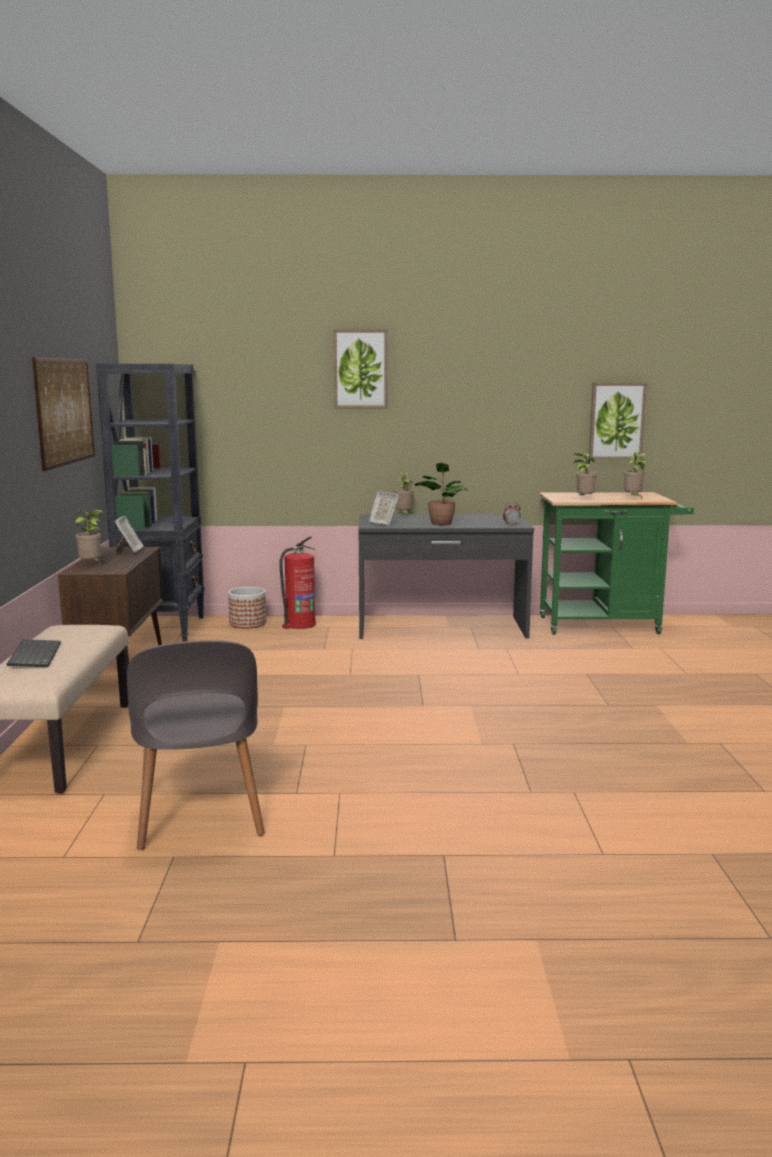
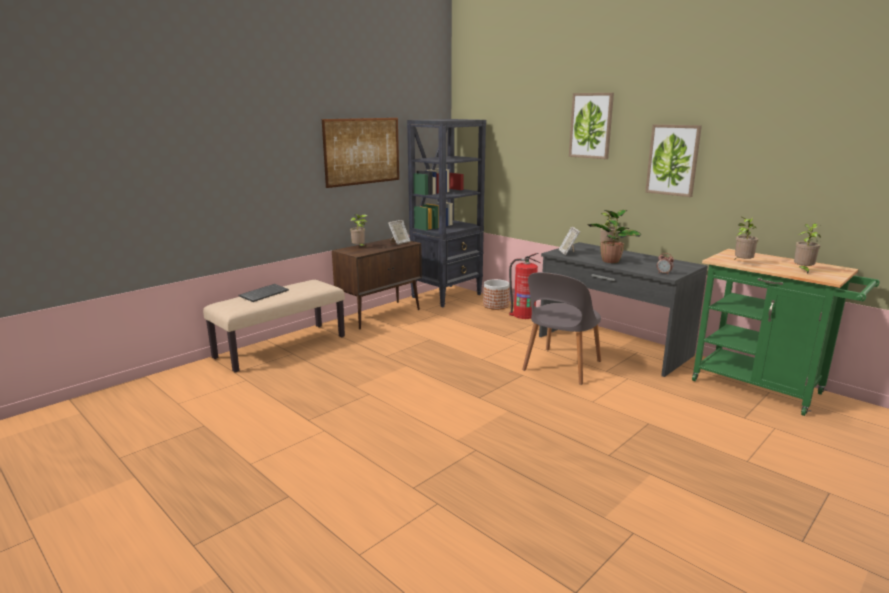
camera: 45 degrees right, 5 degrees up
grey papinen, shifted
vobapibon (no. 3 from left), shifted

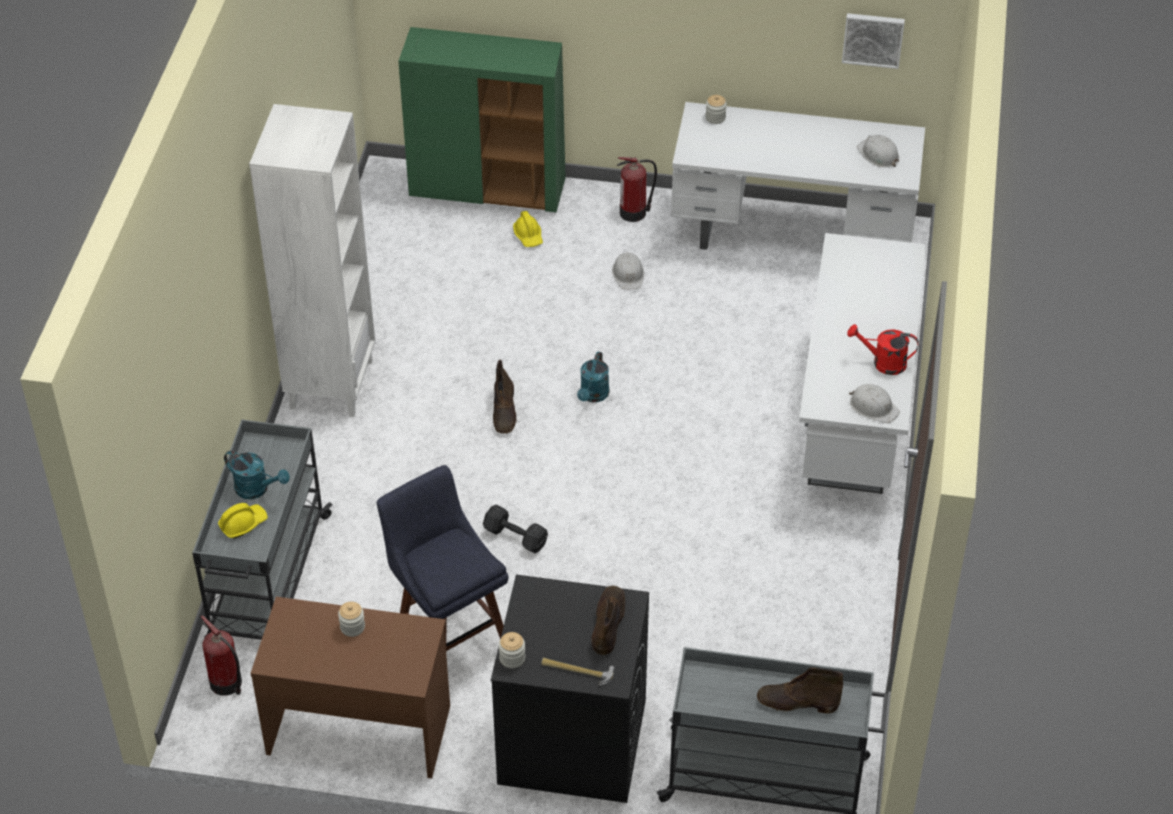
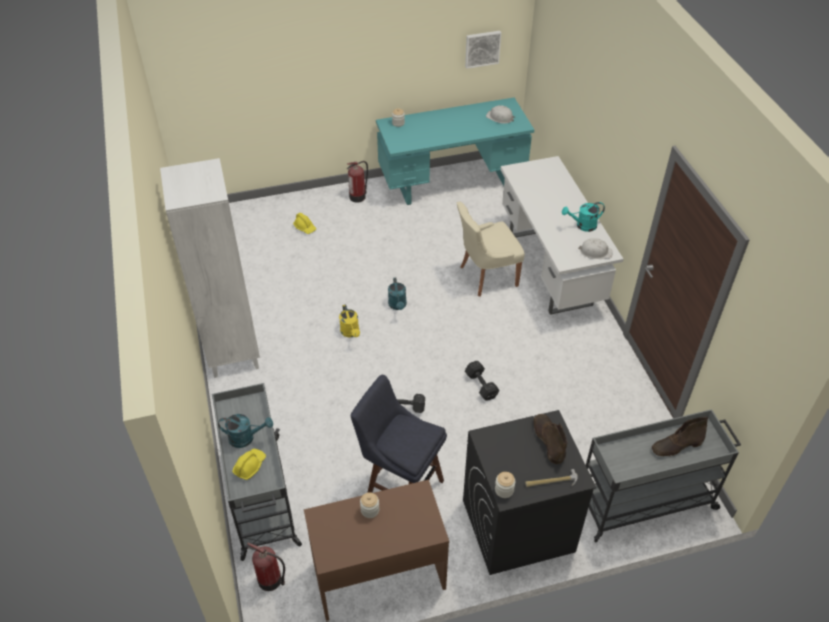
camera: 25 degrees left, 0 degrees up
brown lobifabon (no. 1 from left) → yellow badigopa
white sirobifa (no. 1 from left) → turquoise sirobifa
- → beige papinen
- → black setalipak (no. 2 from left)
red badigopa → turquoise badigopa (no. 3 from left)
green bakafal → -
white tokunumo (no. 1 from left) → -

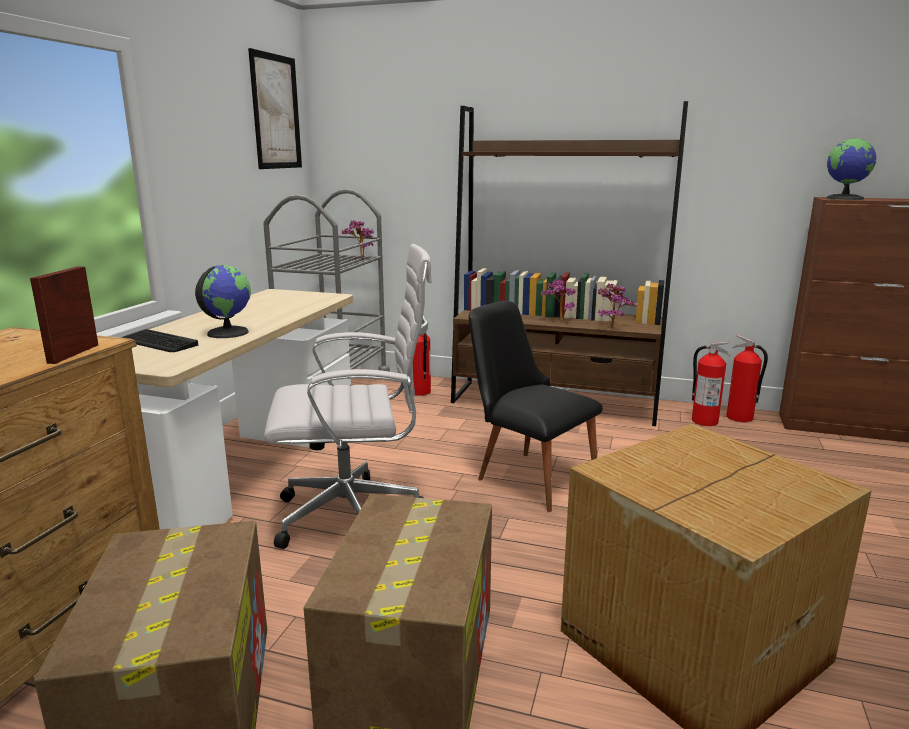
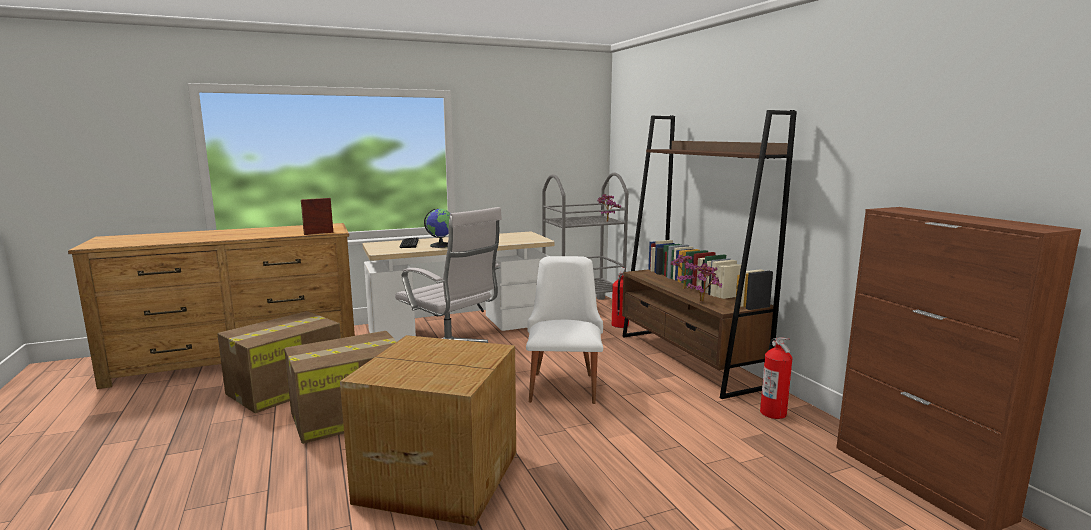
camera: 50 degrees right, 5 degrees down
black papinen → white papinen
vobapibon → -
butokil (no. 3 from left) → -
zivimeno (no. 2 from left) → -

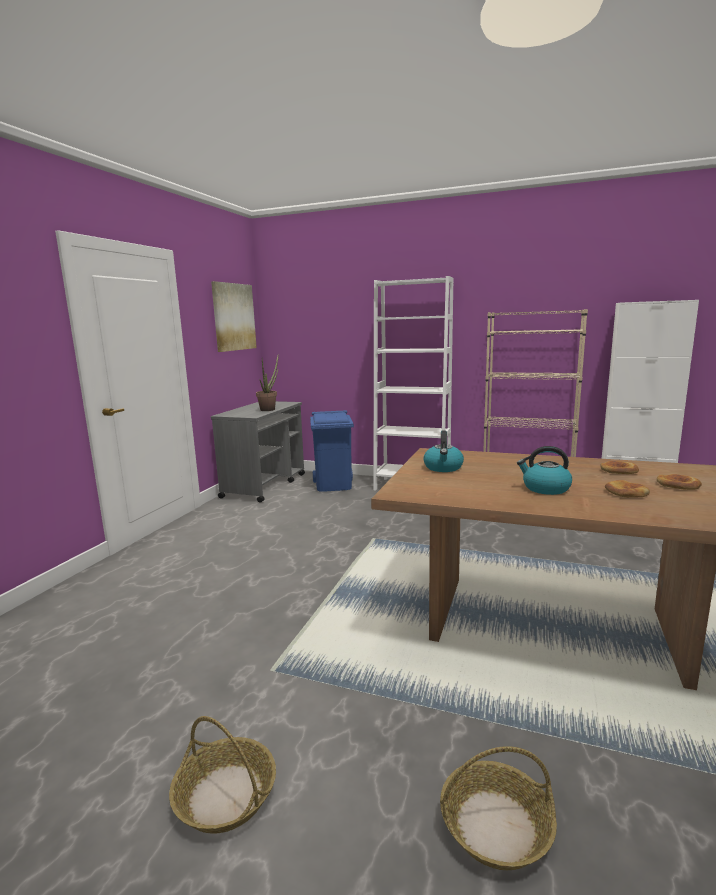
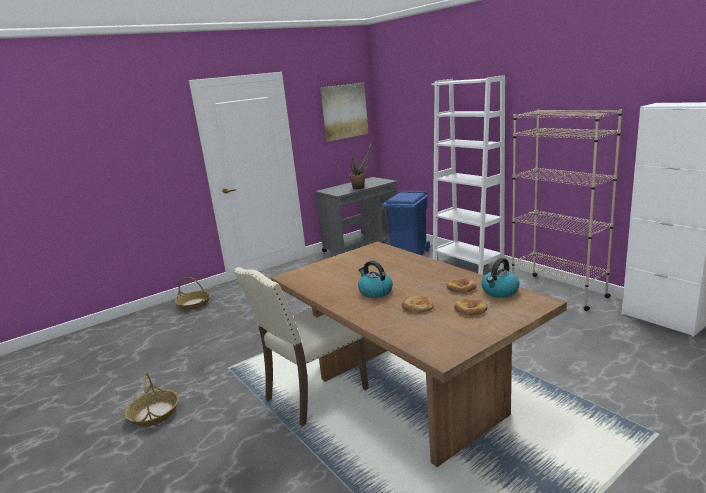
camera: 35 degrees right, 5 degrees up
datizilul (no. 2 from left), shifted
- → beige papinen
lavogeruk (no. 1 from left in the first image) → lavogeruk (no. 2 from left), shifted

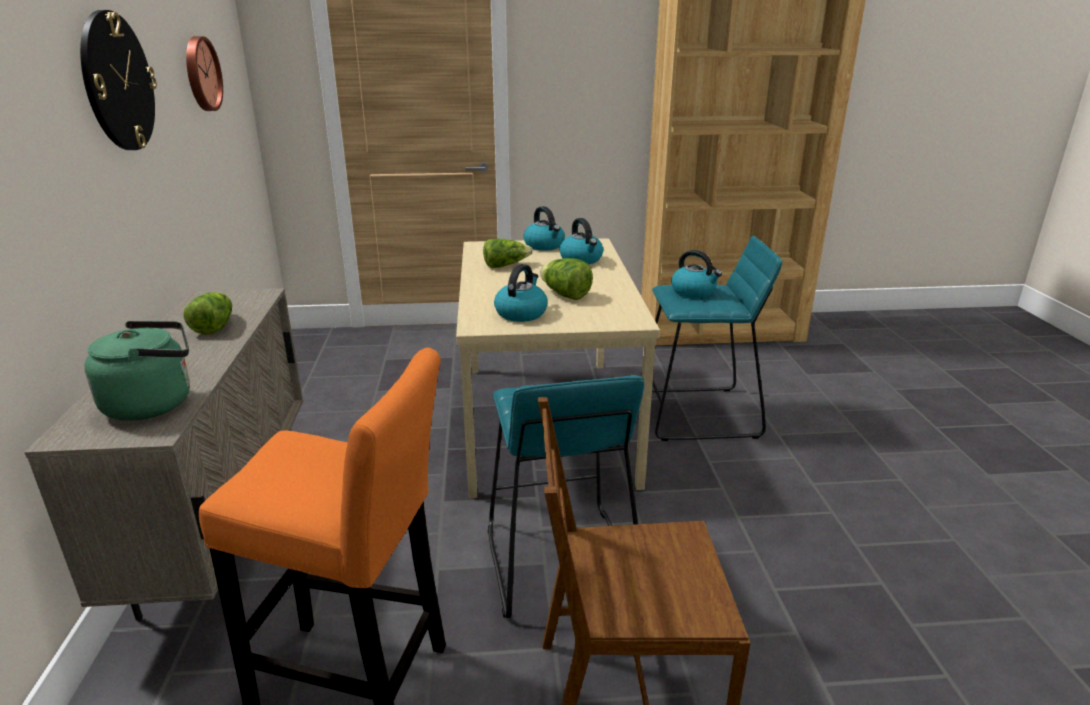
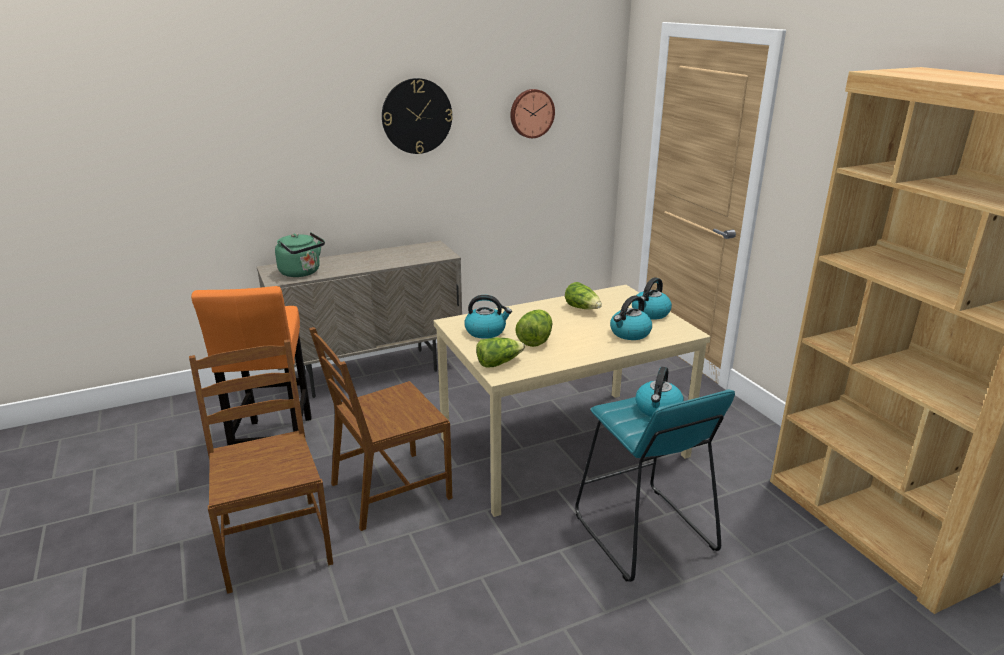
camera: 70 degrees right, 0 degrees up
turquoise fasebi (no. 1 from left) → brown papinen (no. 2 from left)
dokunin (no. 1 from left), shifted

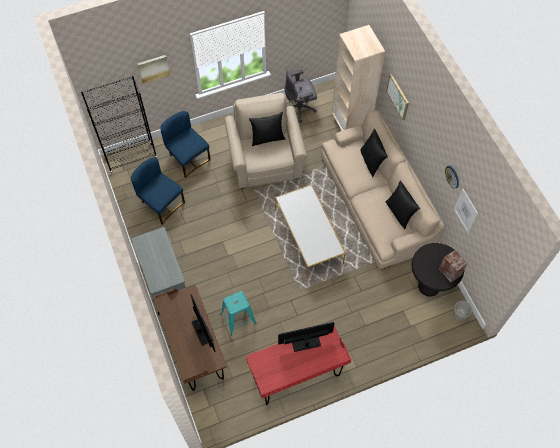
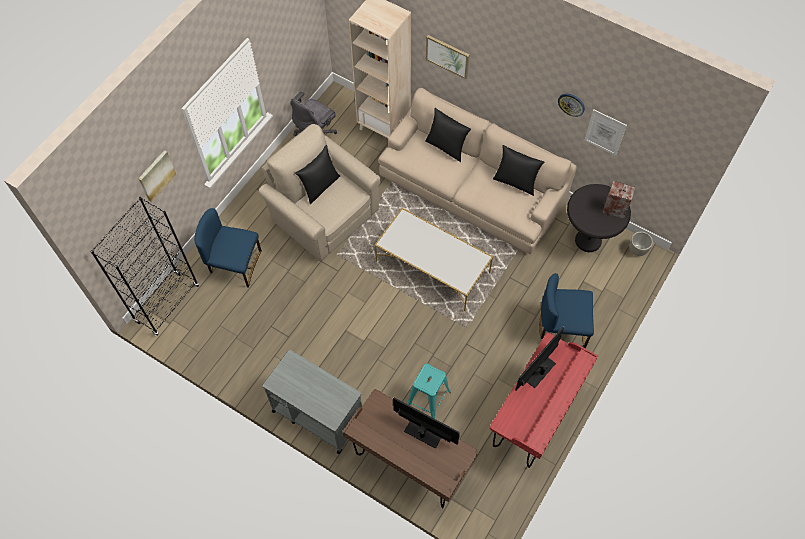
camera: 35 degrees left, 0 degrees up
blue papinen (no. 1 from left in the first image) → blue papinen (no. 2 from left), shifted

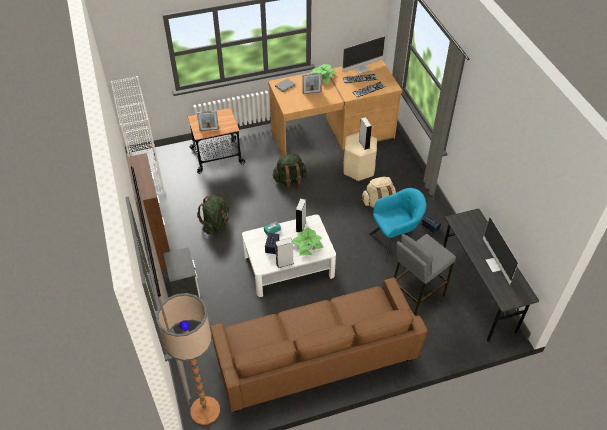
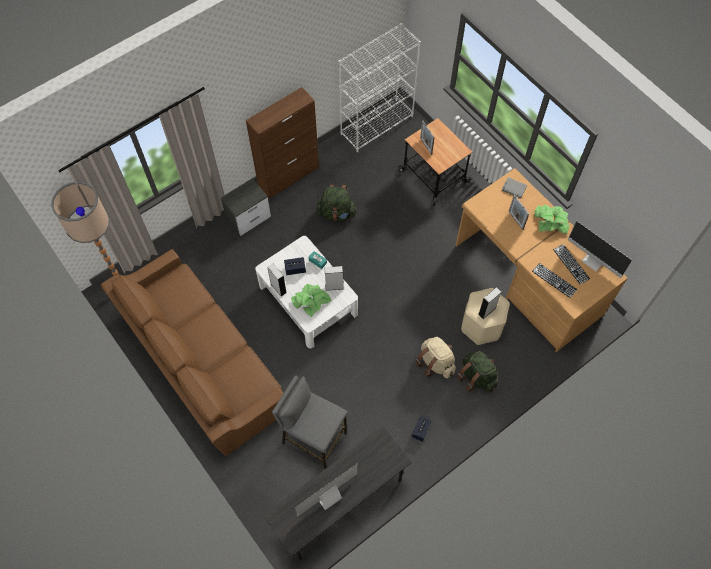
camera: 70 degrees right, 15 degrees up
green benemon (no. 2 from left), shifted
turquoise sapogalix → -

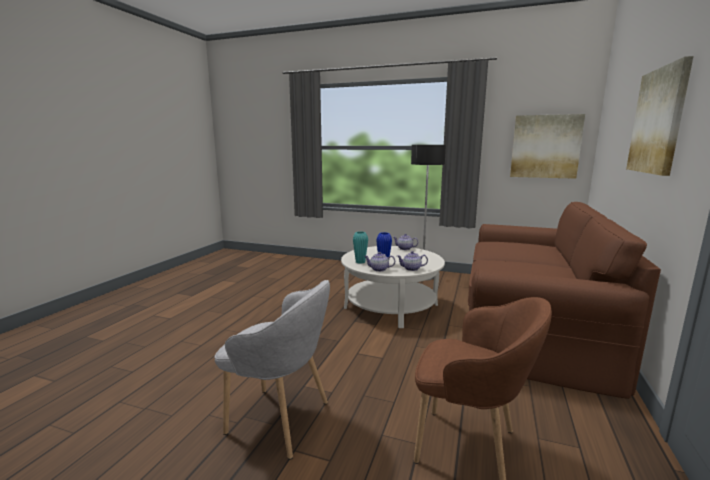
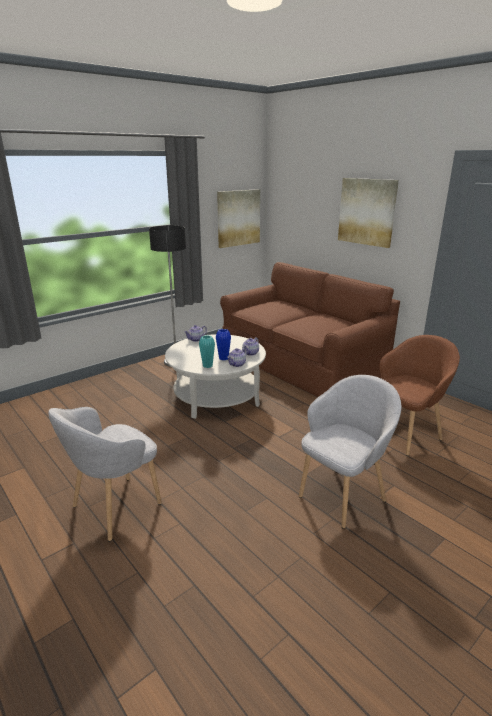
camera: 60 degrees left, 10 degrees up
- → grey sapogalix (no. 1 from left)

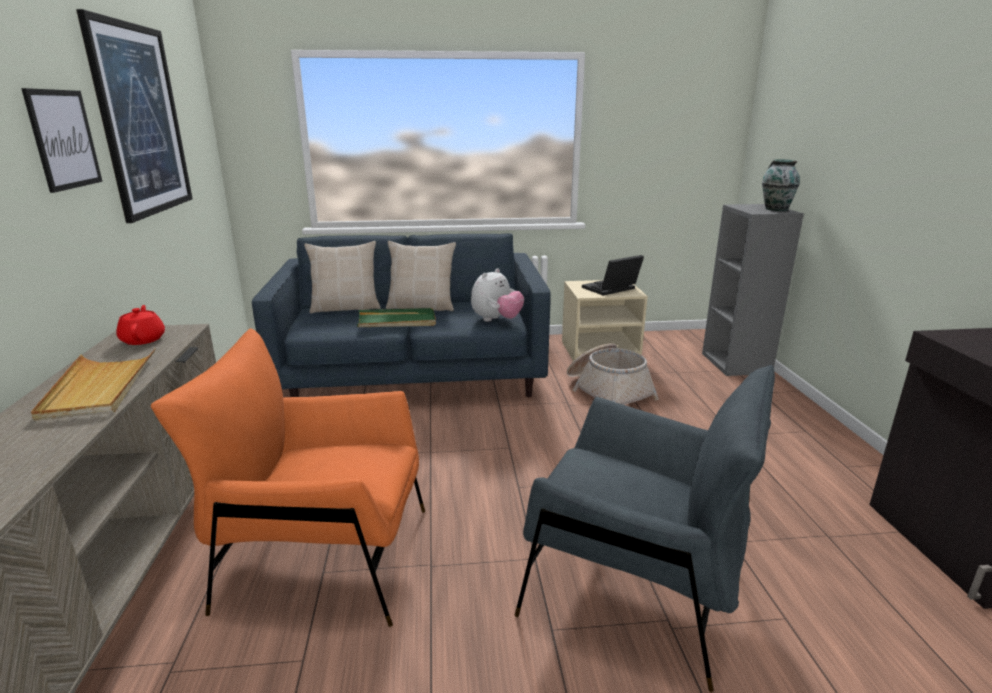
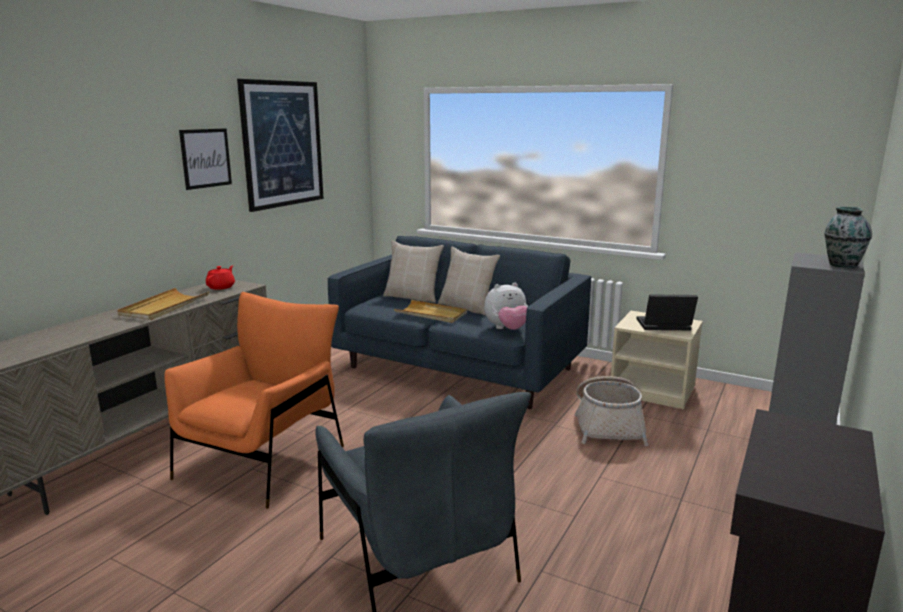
camera: 35 degrees right, 5 degrees down
orange sapogalix, 75 degrees clockwise
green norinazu → beige norinazu (no. 2 from left)

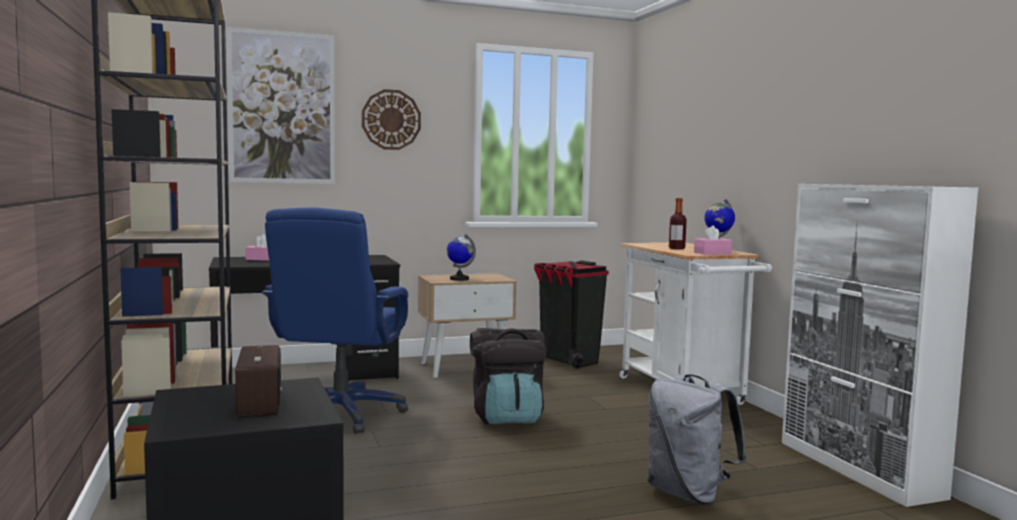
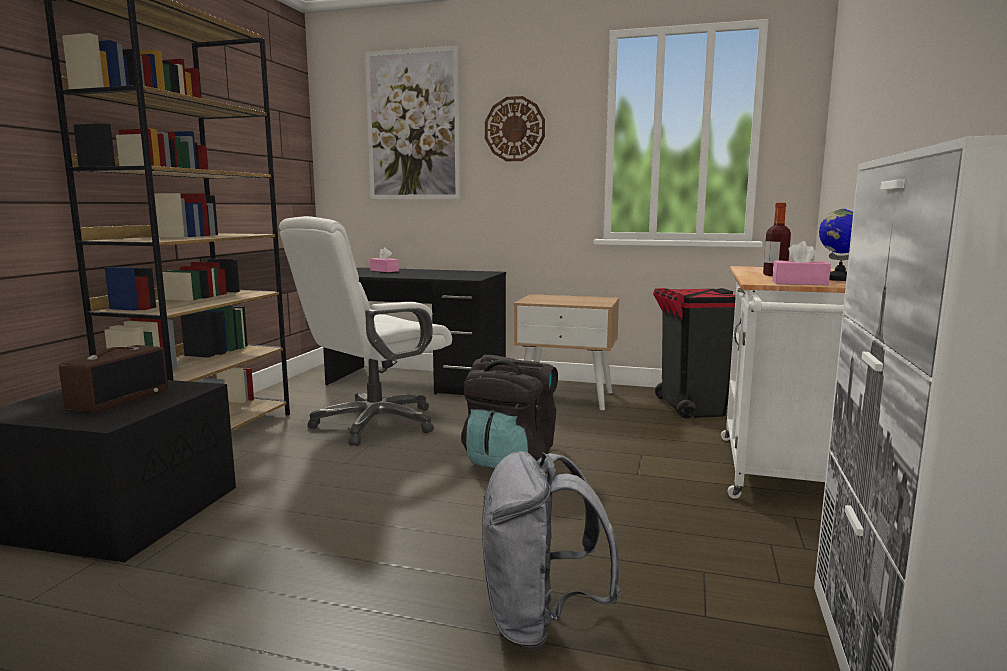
camera: 35 degrees right, 5 degrees up
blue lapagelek → white lapagelek
zivimeno (no. 1 from left) → -

